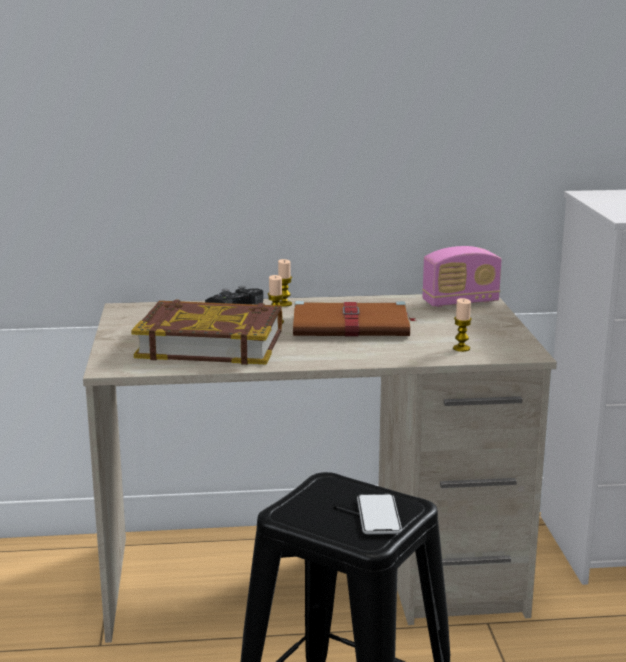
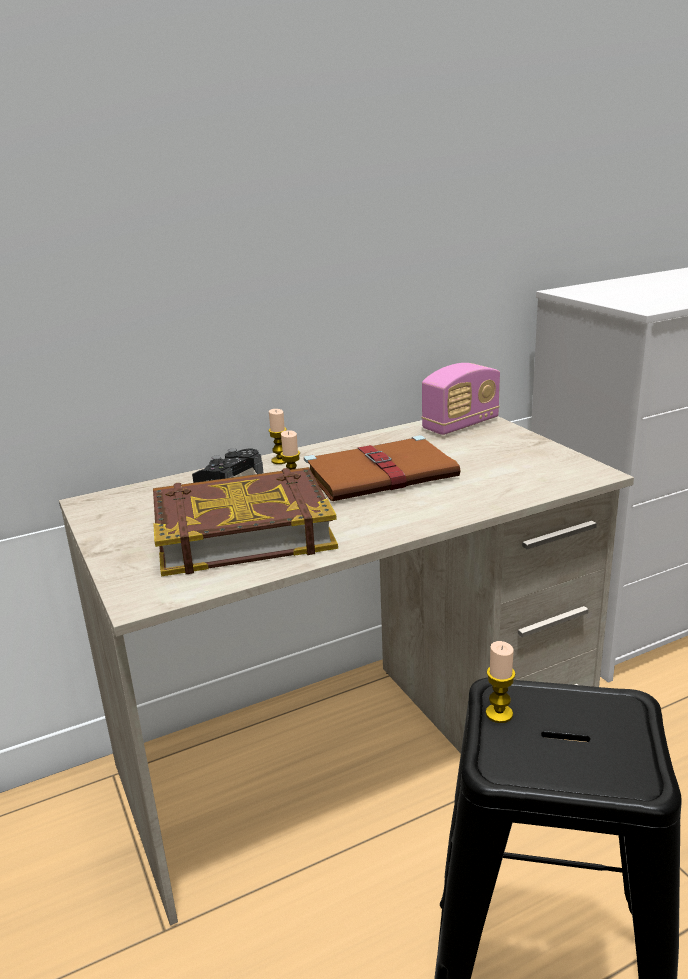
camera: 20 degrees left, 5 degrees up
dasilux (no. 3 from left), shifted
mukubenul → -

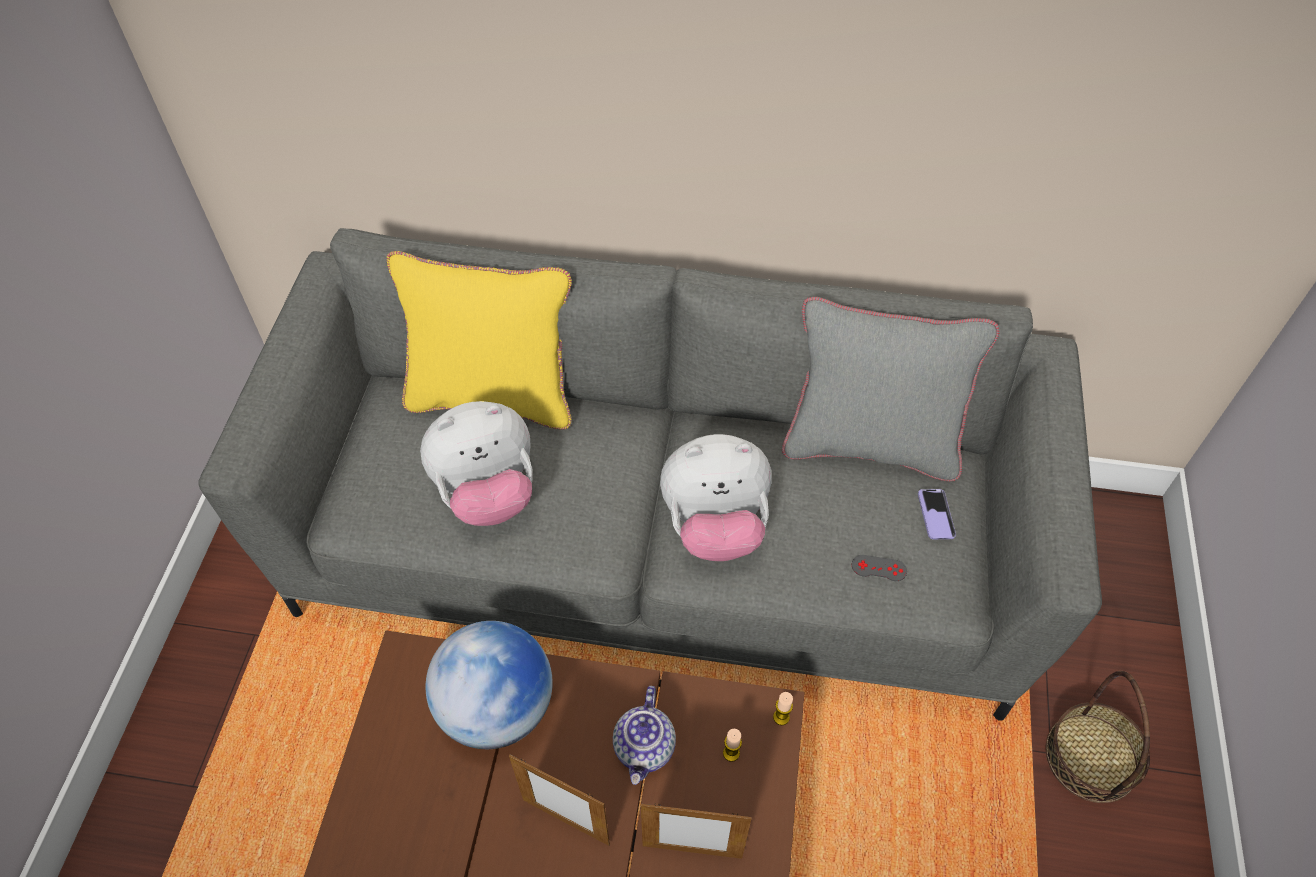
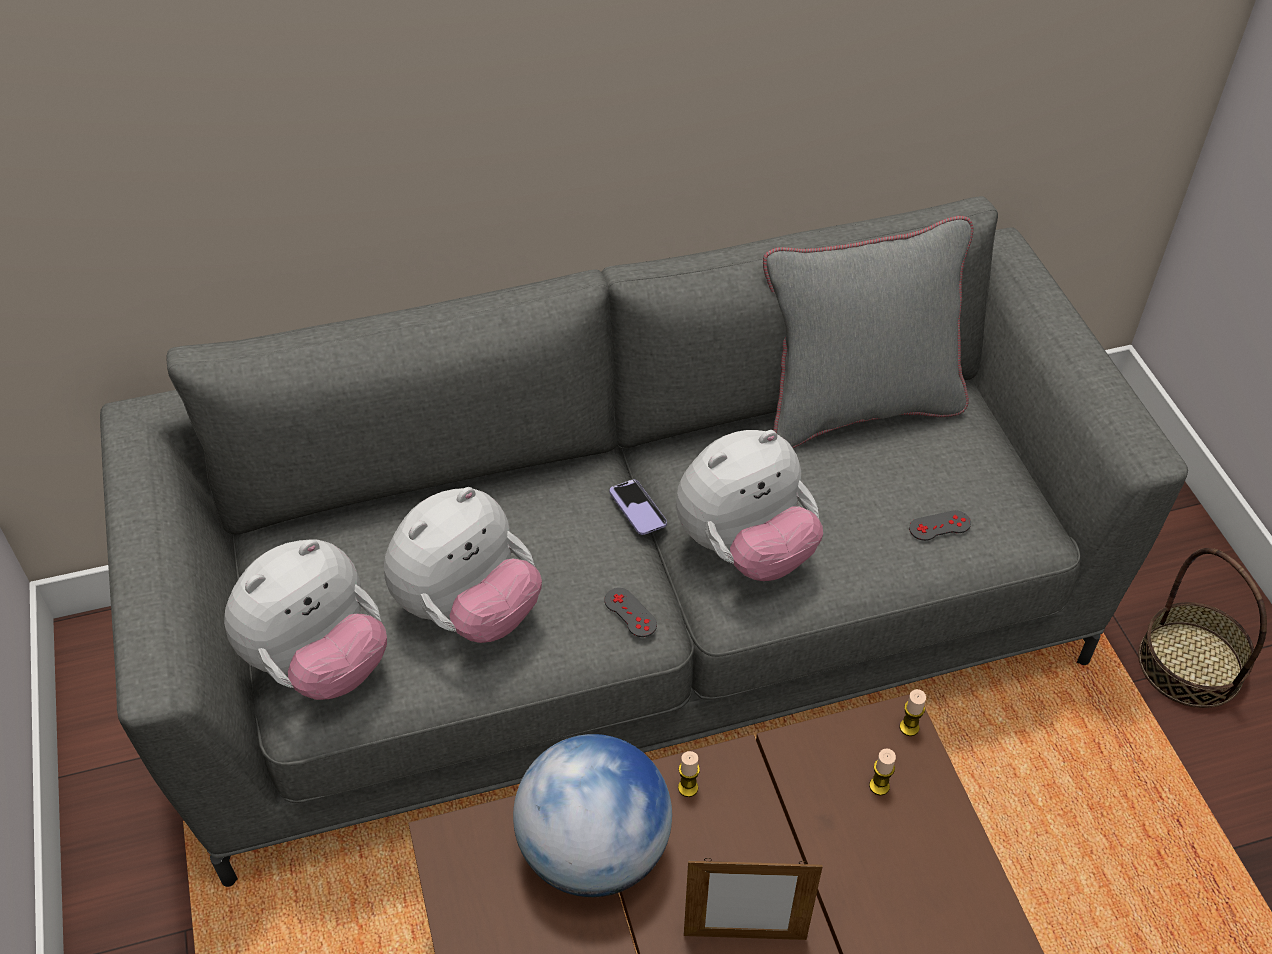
camera: 25 degrees left, 5 degrees down
- → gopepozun (no. 1 from left)
- → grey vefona (no. 1 from left)
mukubenul, shifted
- → dasilux (no. 1 from left)
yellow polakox → -
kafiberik → -
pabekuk (no. 2 from left) → -

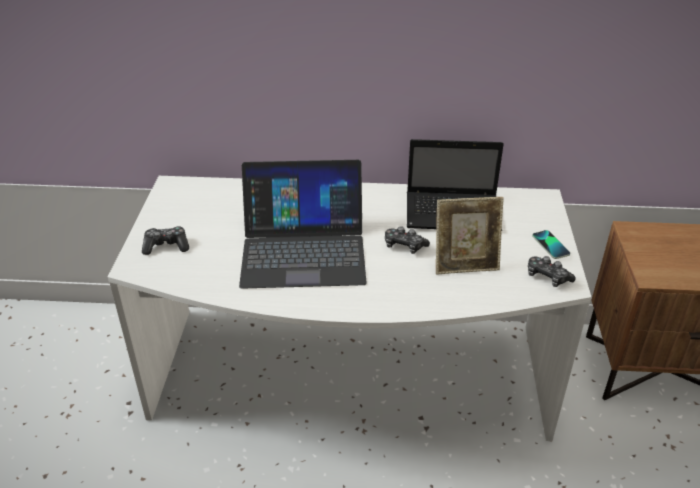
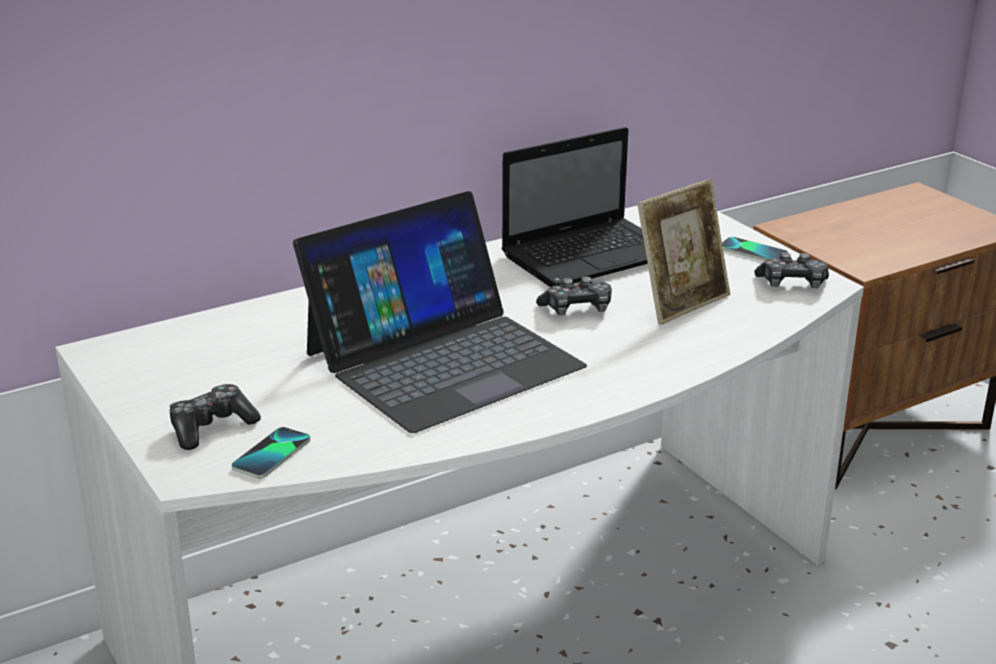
camera: 35 degrees left, 10 degrees down
- → mukubenul (no. 1 from left)

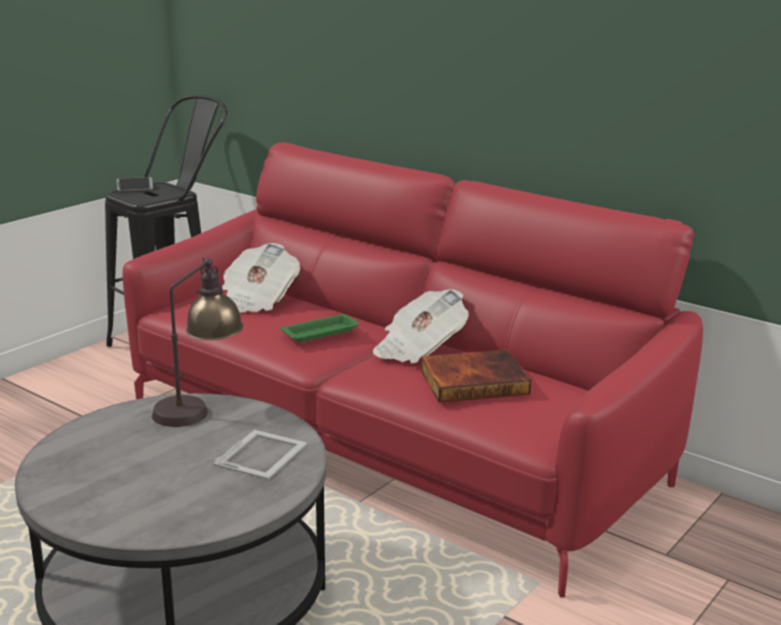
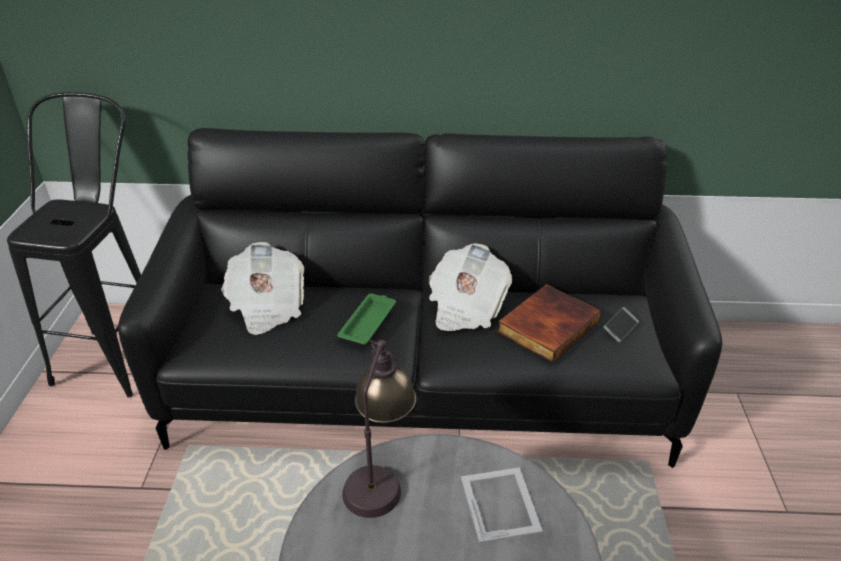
camera: 35 degrees left, 15 degrees up
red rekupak → black rekupak
mukubenul, shifted

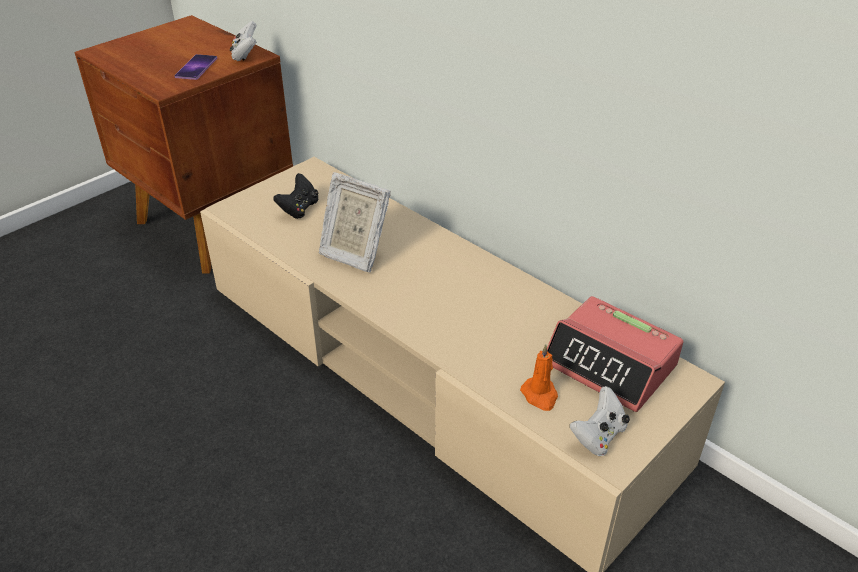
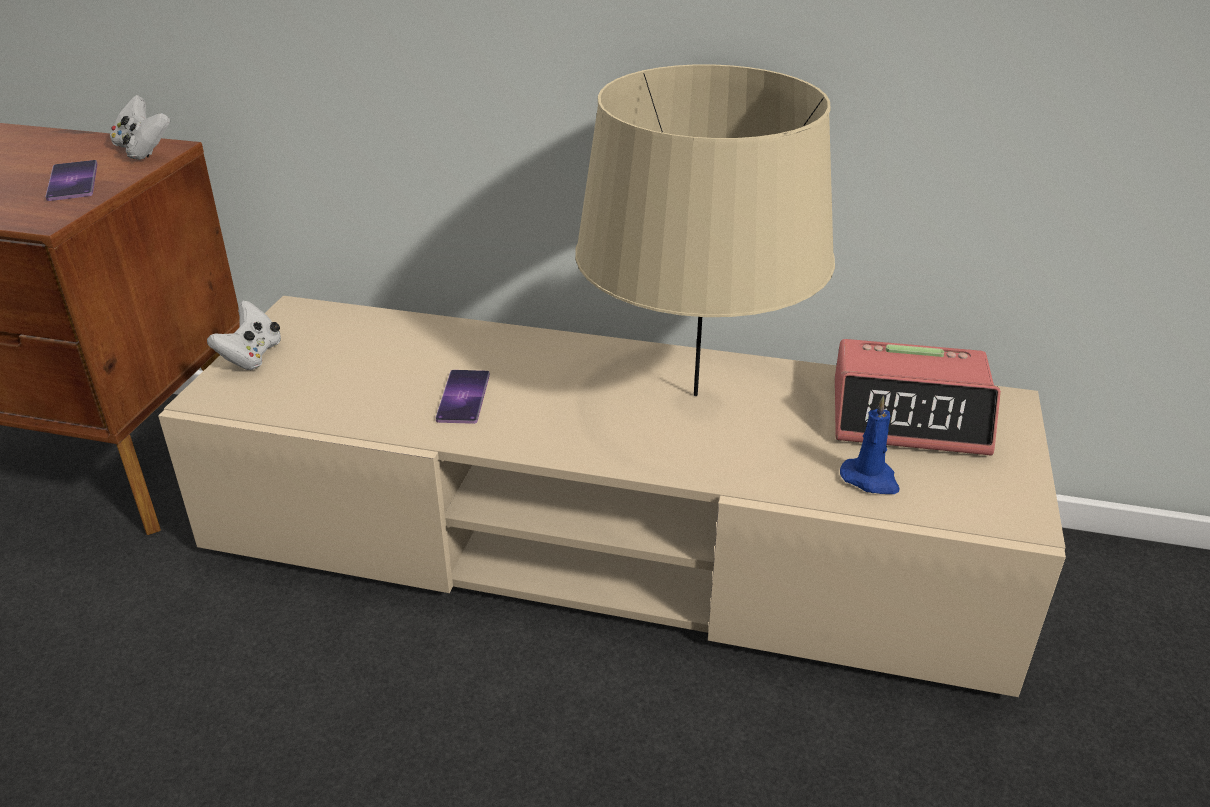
camera: 30 degrees left, 5 degrees down
white vefona (no. 2 from left), shifted
pabekuk → mukubenul (no. 2 from left)
- → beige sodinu
orange dasilux → blue dasilux
black vefona → -

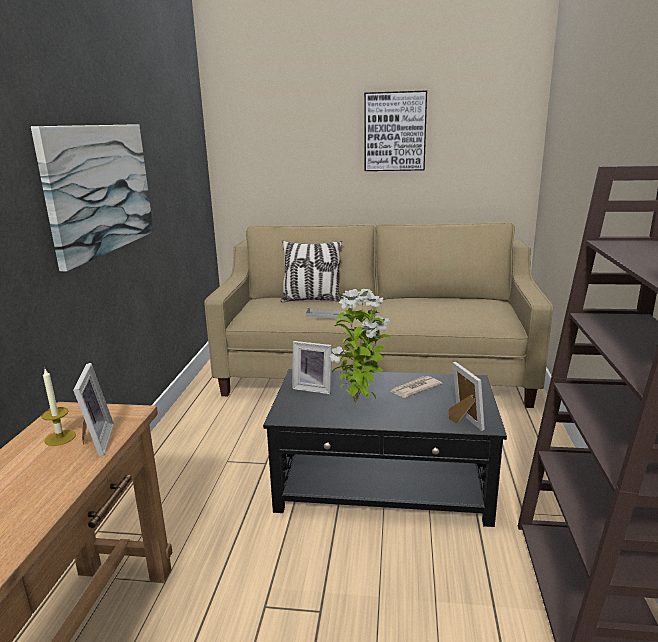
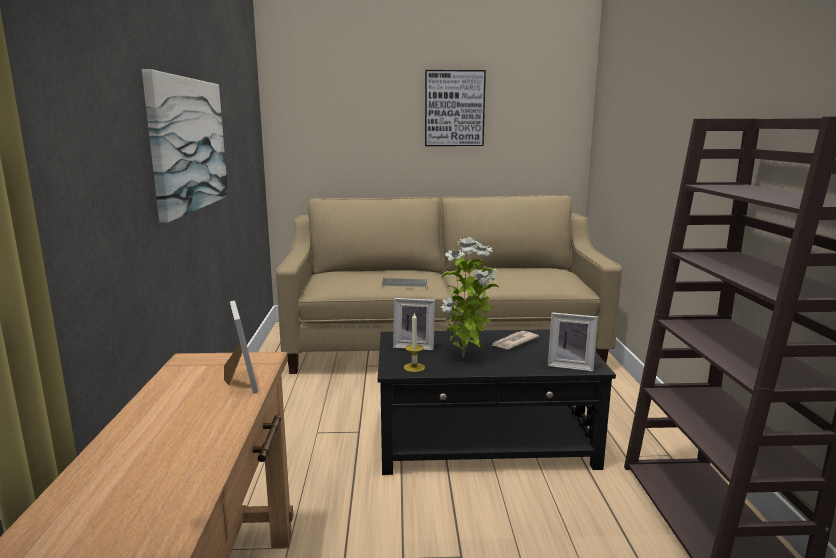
camera: 10 degrees left, 5 degrees down
dasilux, shifted
pabekuk (no. 3 from left), 135 degrees clockwise
polakox → -

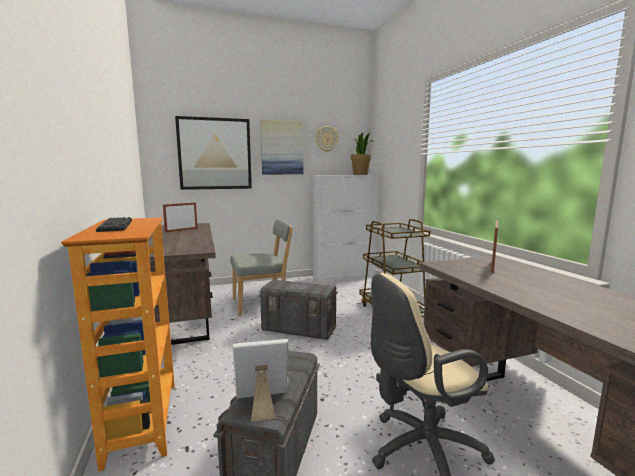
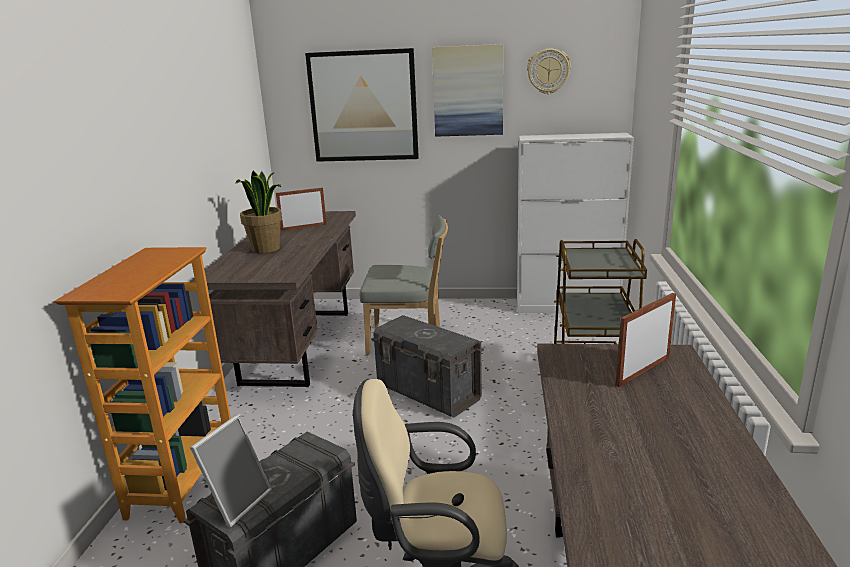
camera: 25 degrees right, 10 degrees up
pabekuk (no. 2 from left in the first image) → pabekuk (no. 1 from left), 105 degrees clockwise
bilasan, shifted
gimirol → -

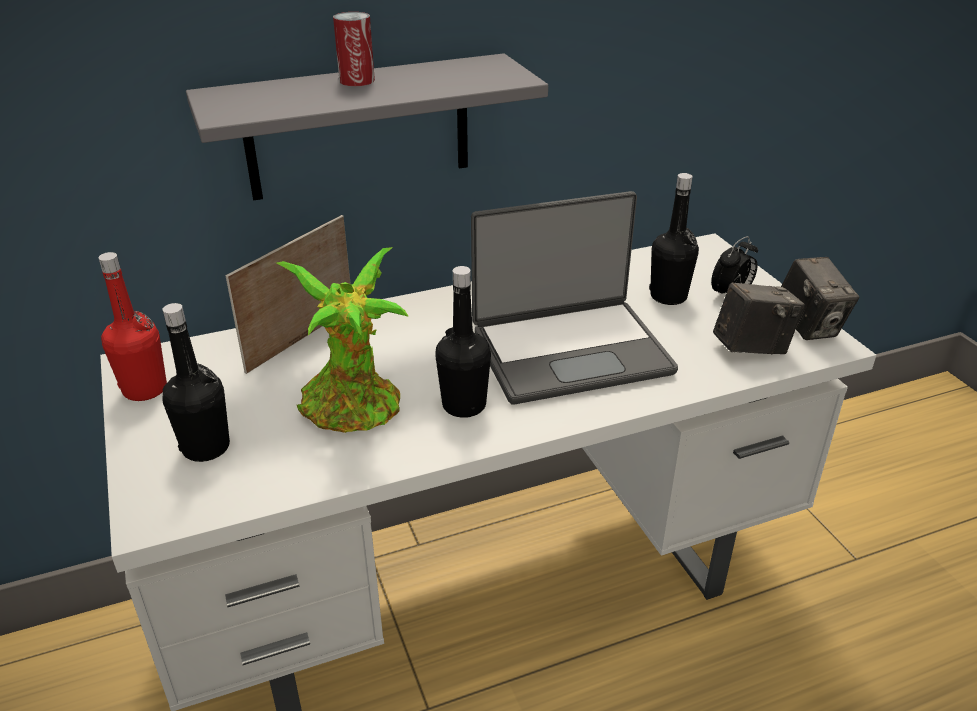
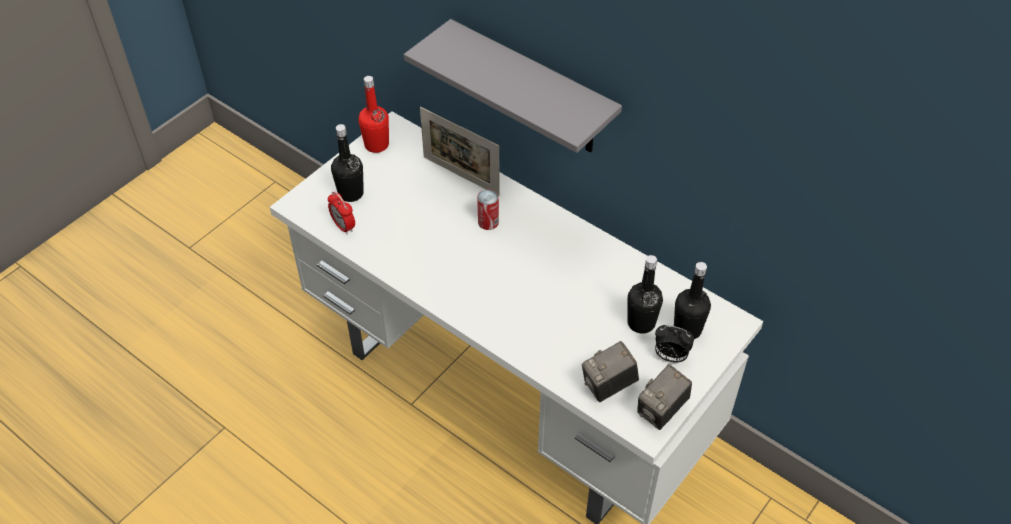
camera: 60 degrees right, 15 degrees up
- → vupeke (no. 1 from left)
pabekuk, 150 degrees counterclockwise
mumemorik, shifted
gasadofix (no. 1 from left), 105 degrees clockwise
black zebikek (no. 2 from left in the first image) → black zebikek (no. 3 from left), shifted
bilasan → -
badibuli → -

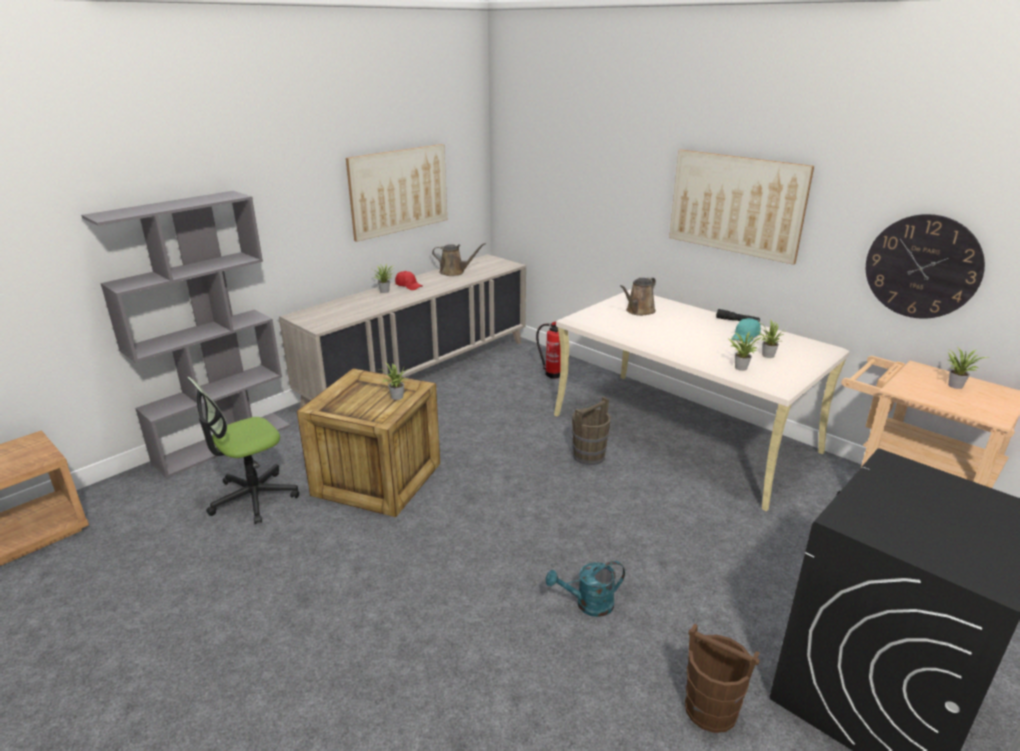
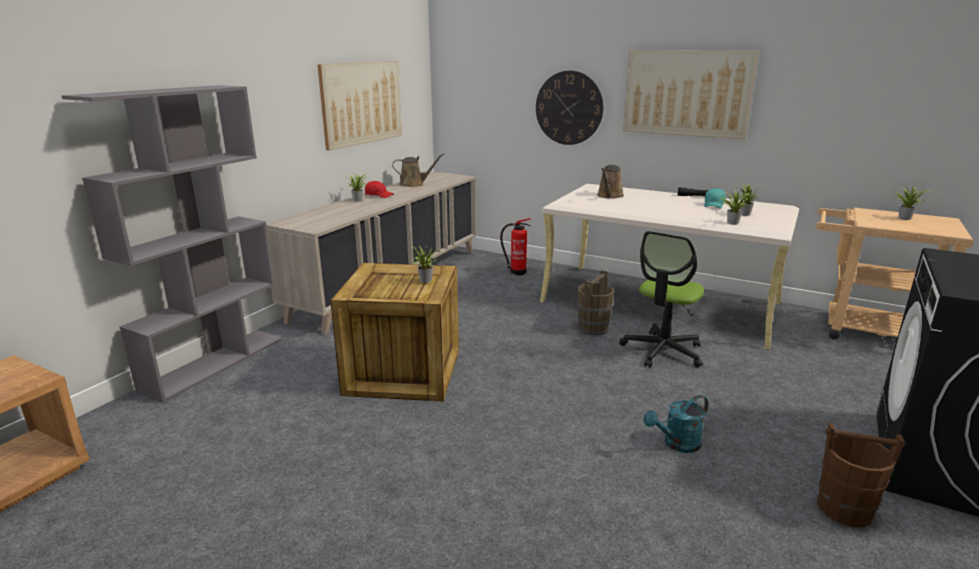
camera: 15 degrees left, 5 degrees down
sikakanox, shifted
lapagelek, shifted

